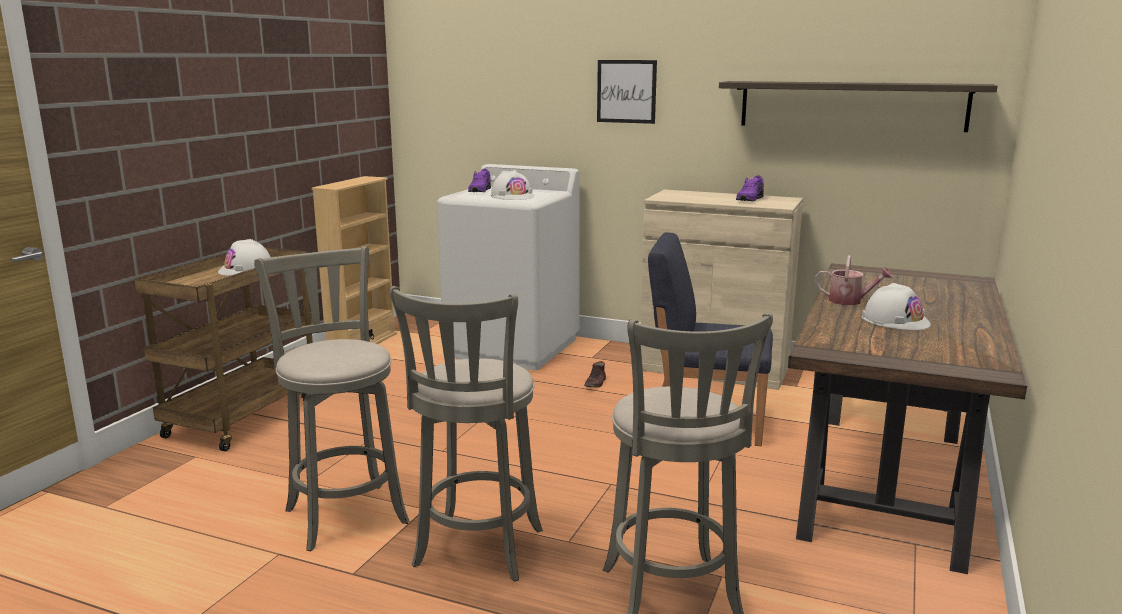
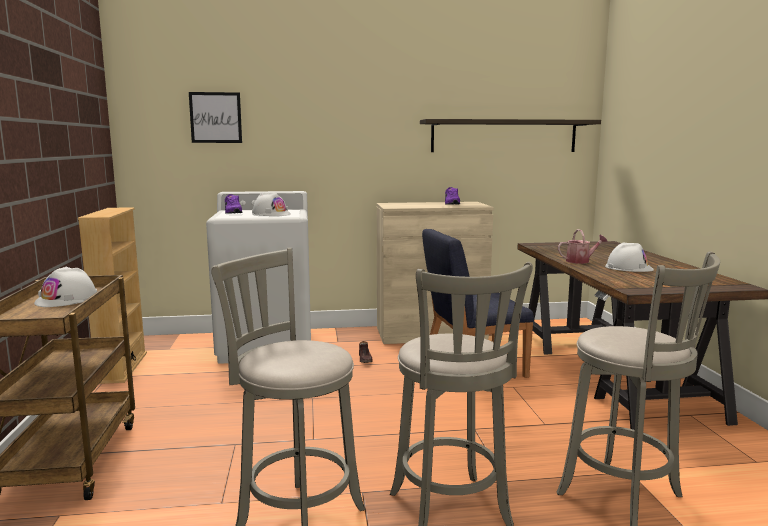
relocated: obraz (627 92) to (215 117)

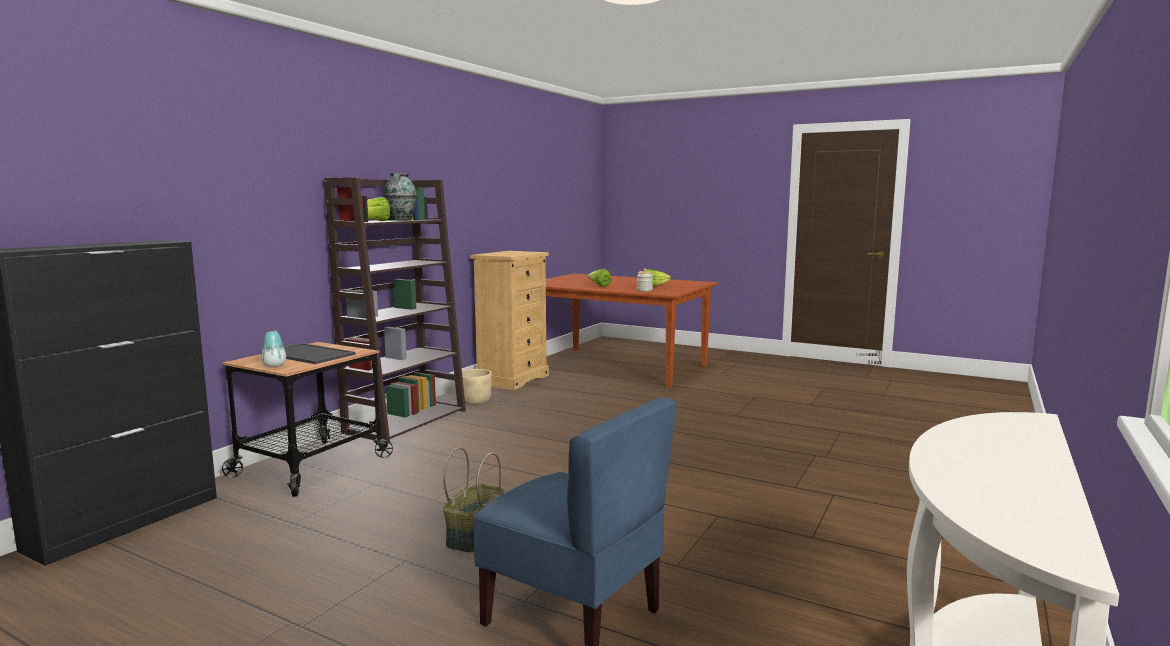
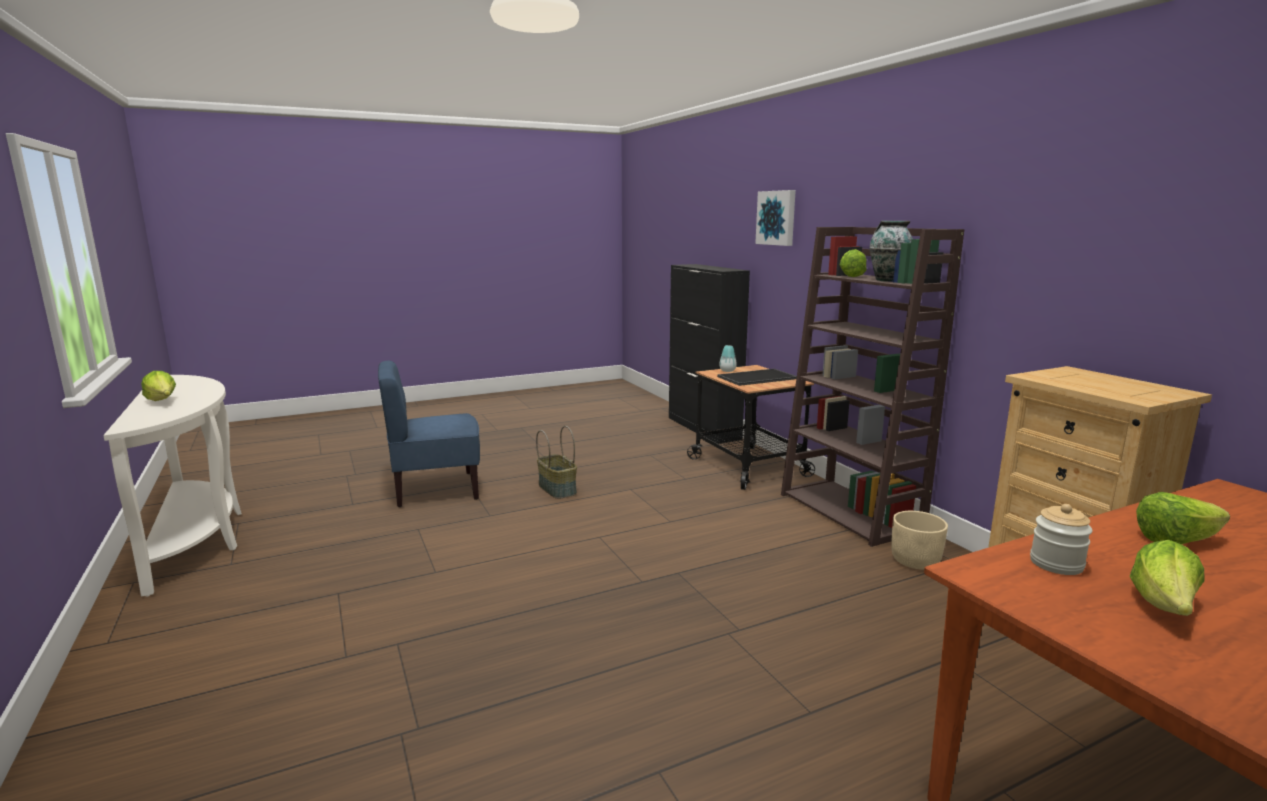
appeared: obraz (775 218); sałata (158 386)

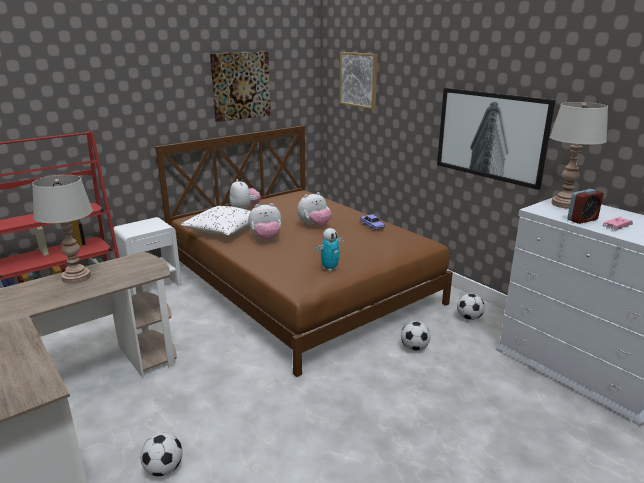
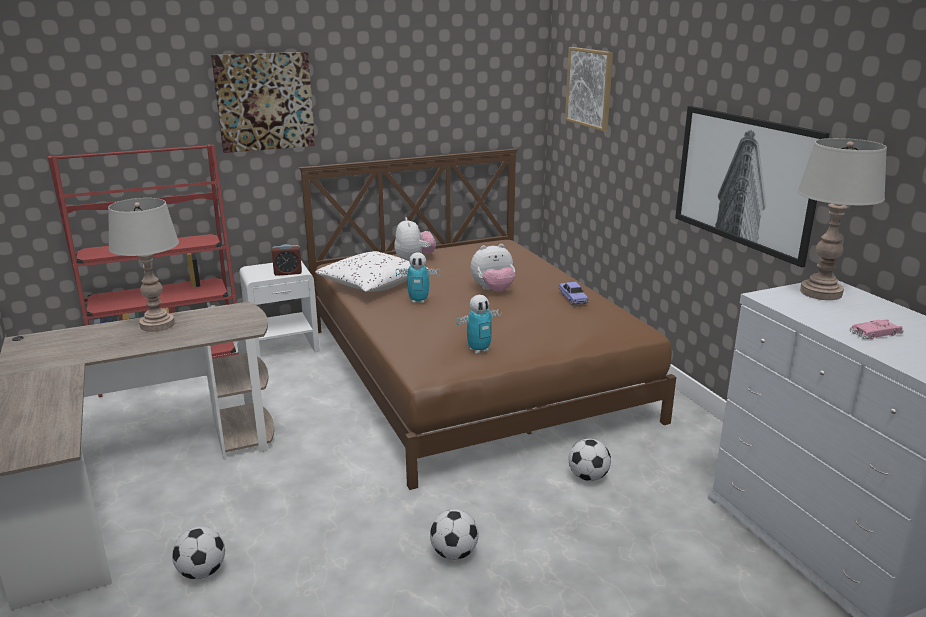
relocated: obraz (240 87) to (263 102); budzik (585 206) to (287 260); piłka futbolowa (471 306) to (454 534)
exchanged: pluszak (265 221) to robot zabawkowy (418 277)

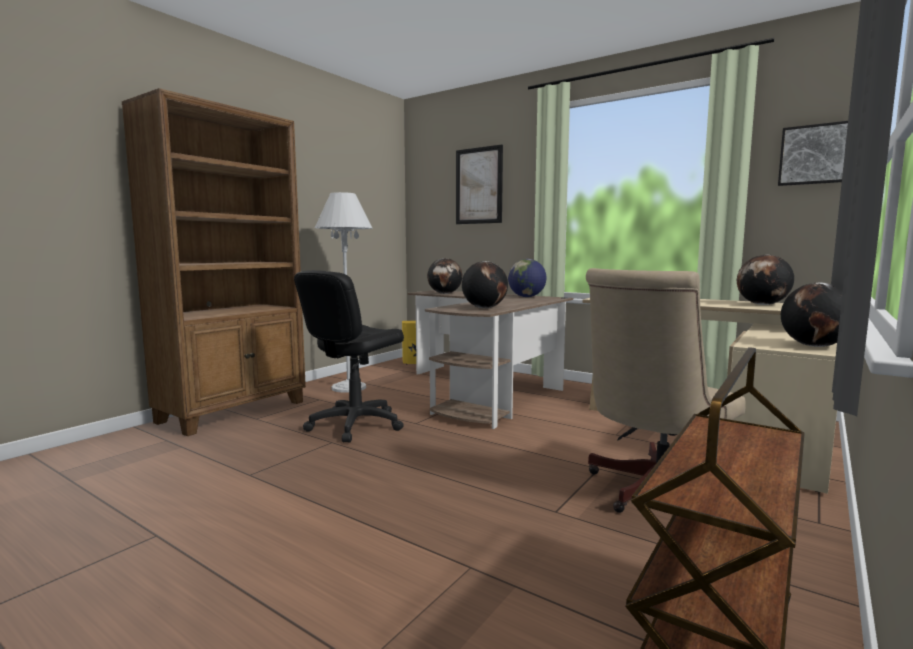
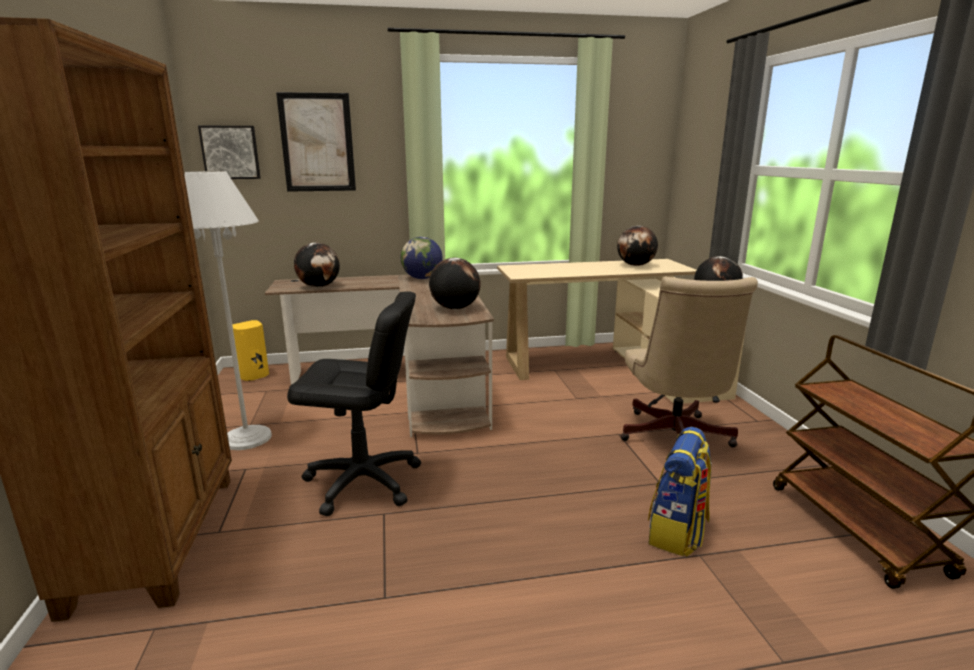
appeared: plecak (680 492)
relocated: obraz (813 153) to (229 152)
spun: krzesło biurowe/czarny (349 356) = (354 403) 75 degrees counterclockwise

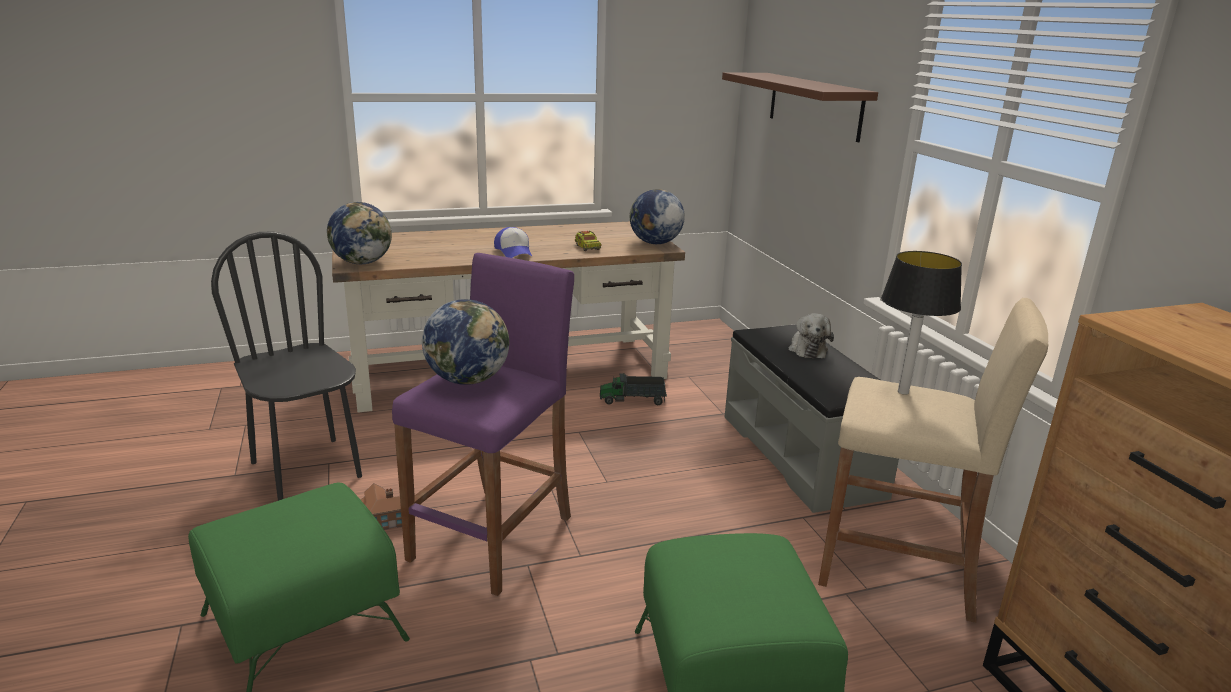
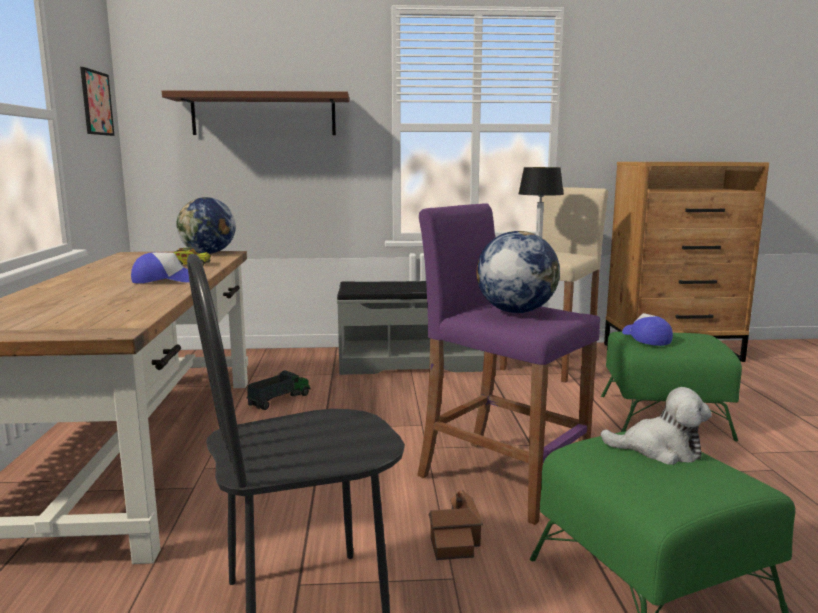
missing: globus (359 233)
appeared: obraz (97 101); czapka z daszkiem (647 329)
relocated: pluszak (811 335) to (656 426)
spun: ciężarówka zabawkowa (633 389) = (278 390) 150 degrees counterclockwise

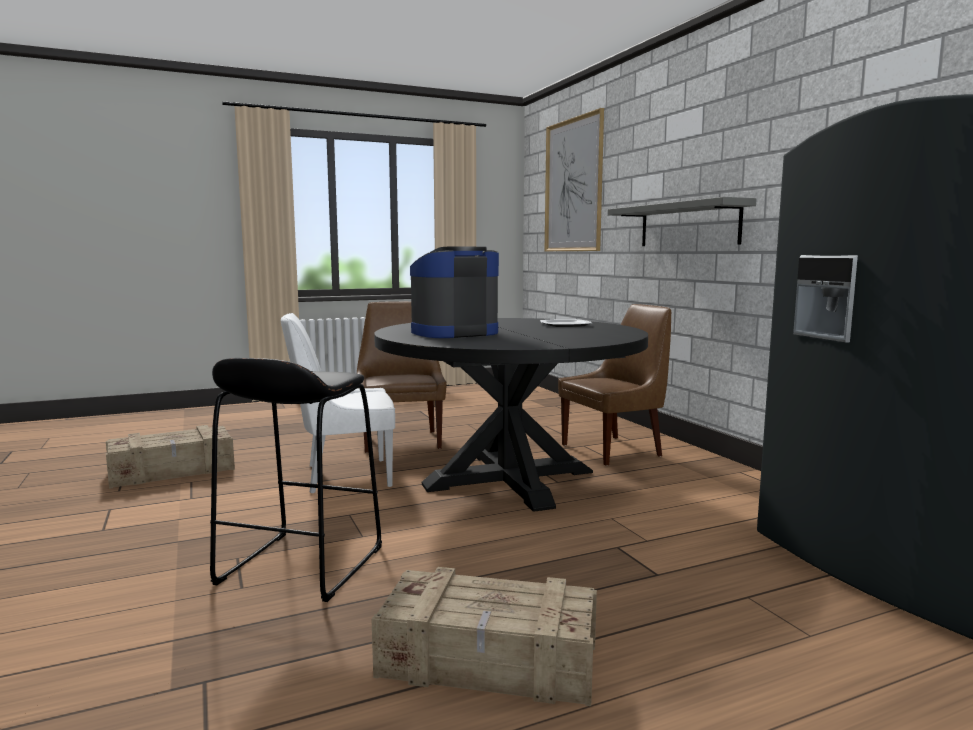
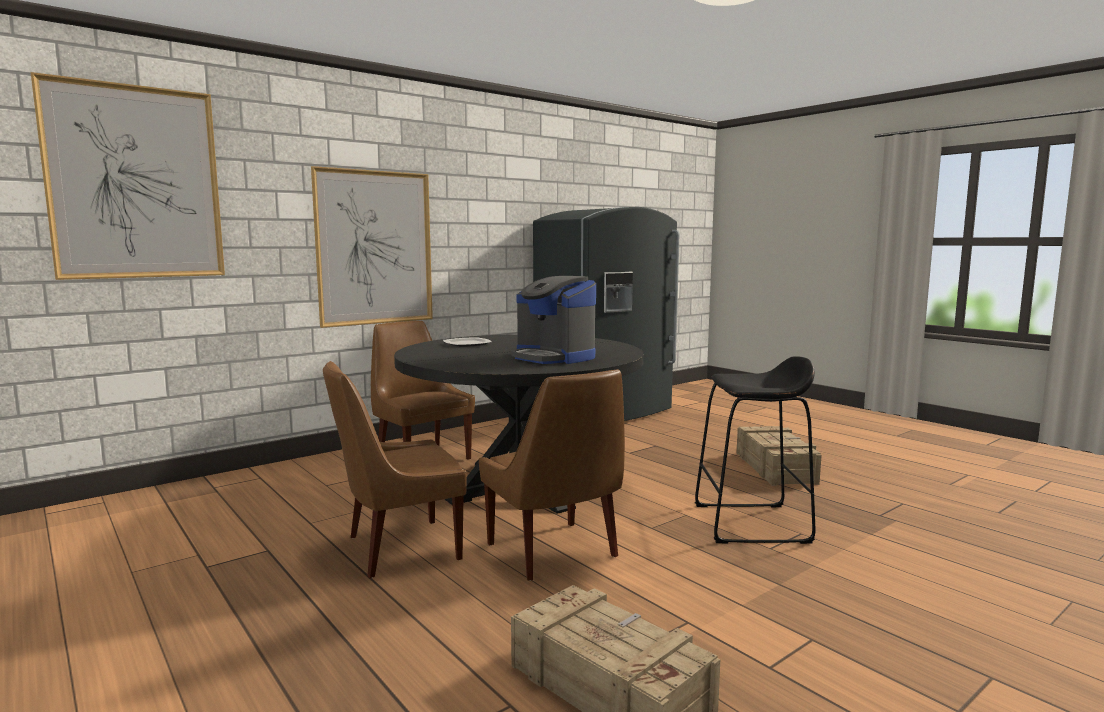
exchanged: półka/szary (682 221) to obraz (372 247)
colour: krzesło/biały (338 403) to krzesło/brązowy (552 475)

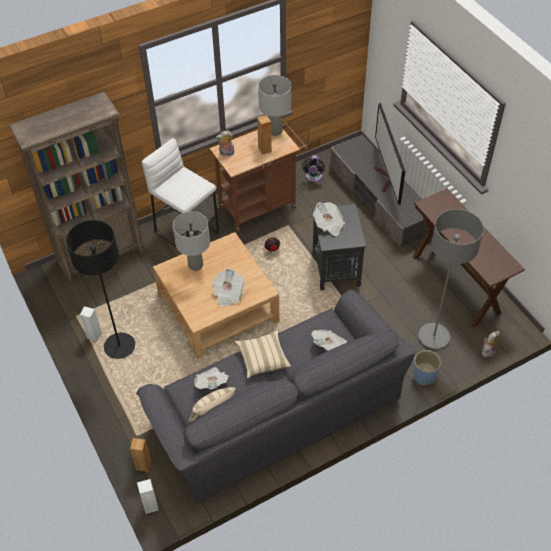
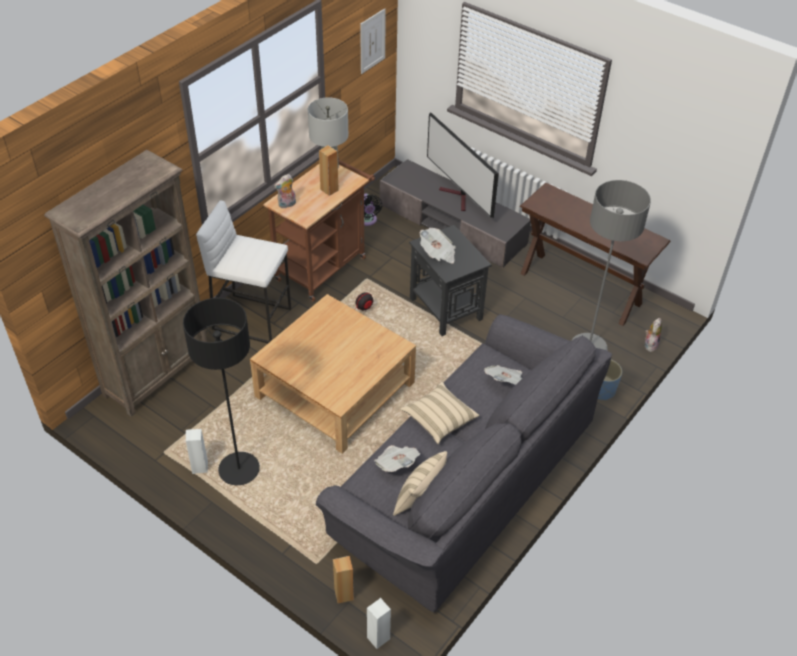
missing: lampa stołowa/szary (191 241); gazeta (228 287)
appeared: obraz (373 41)

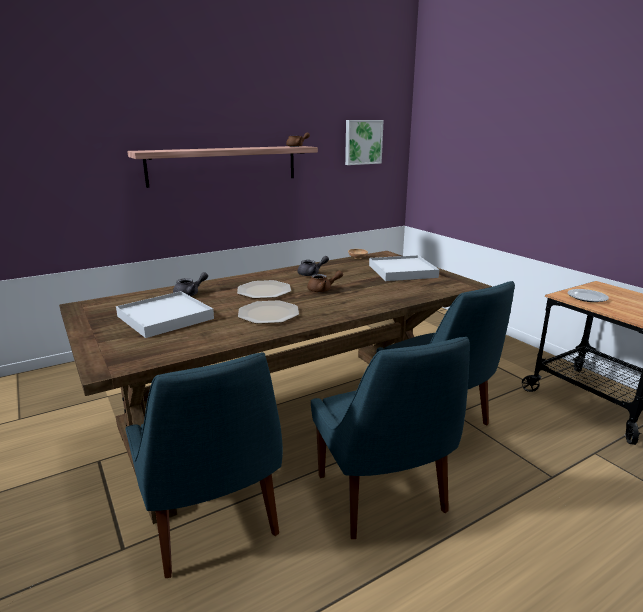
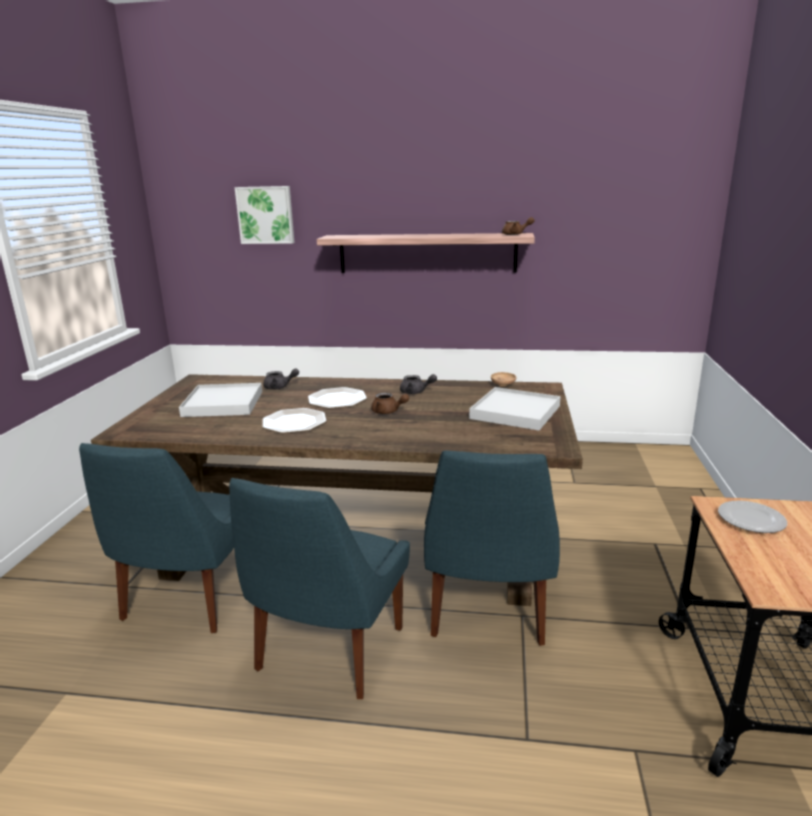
relocated: obraz (364 142) to (265 215)

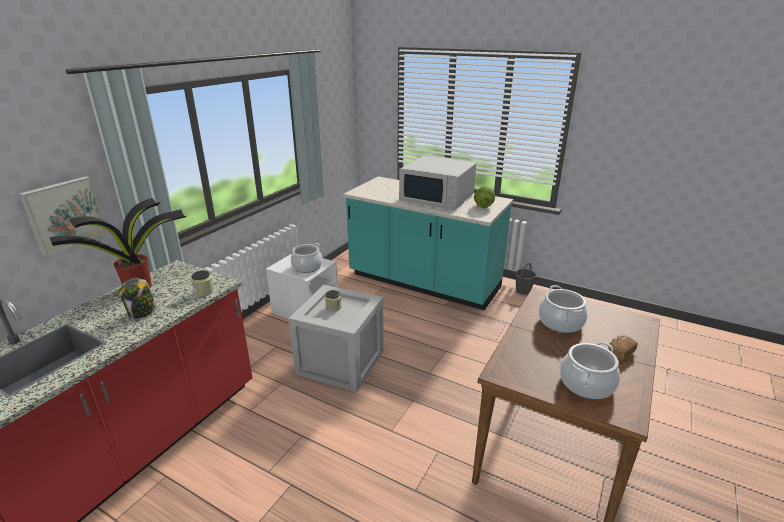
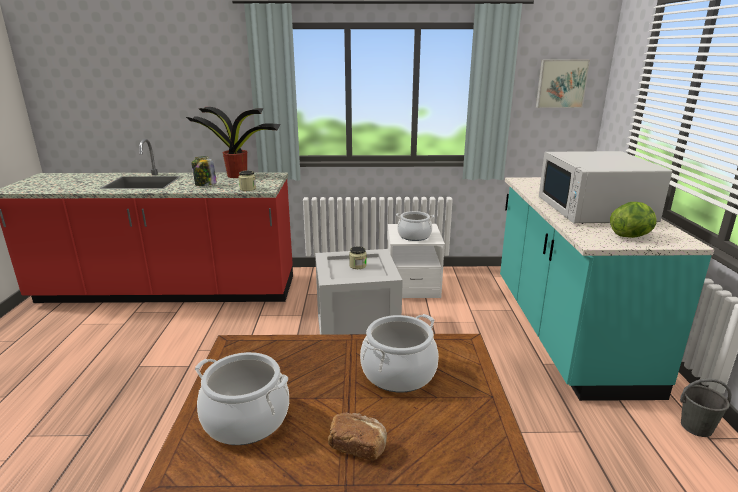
relocated: obraz (63 216) to (563 84)

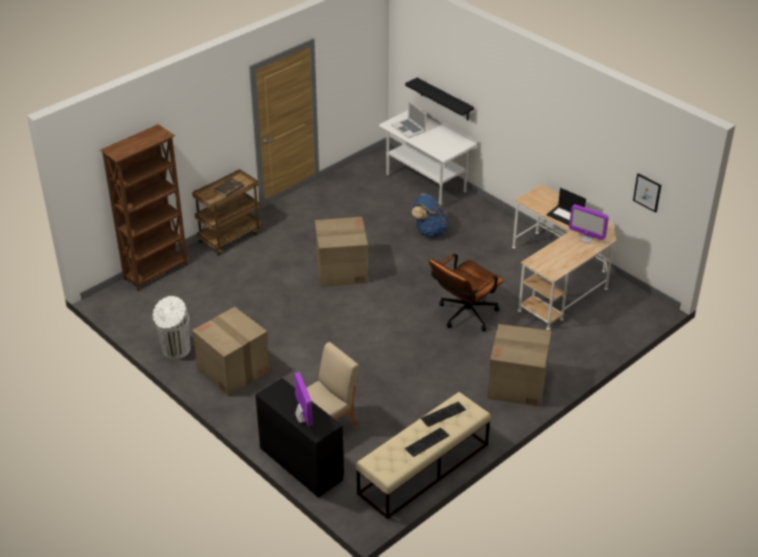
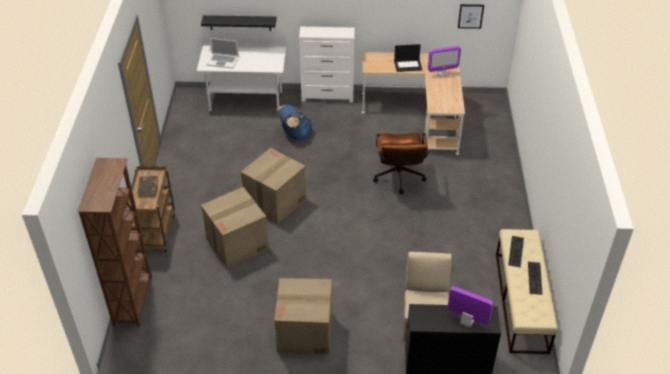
missing: kosz na śmieci/biały (171 327)
appeared: komoda/biały (327 64)
relocated: karton (519 365) to (235 227)

